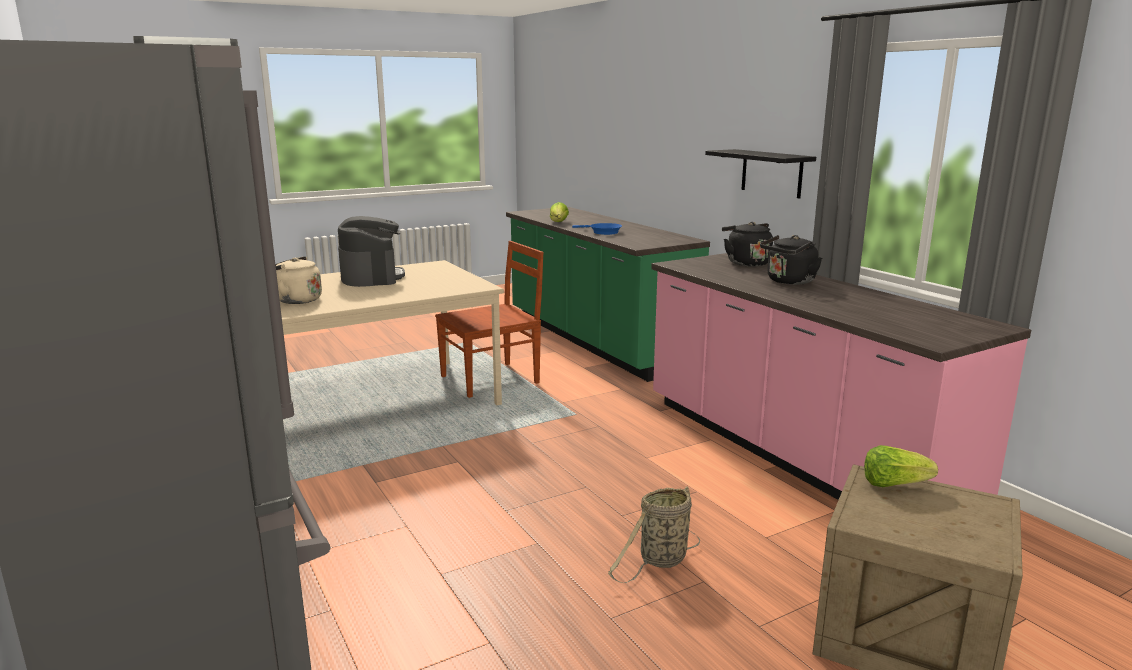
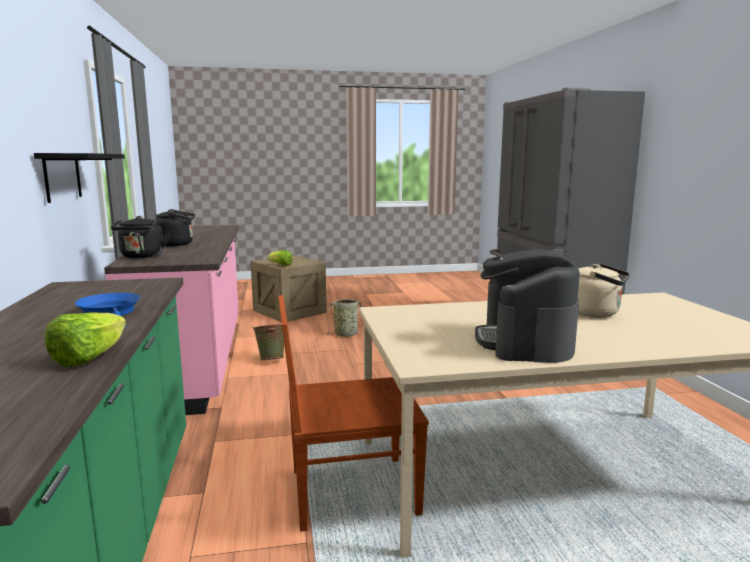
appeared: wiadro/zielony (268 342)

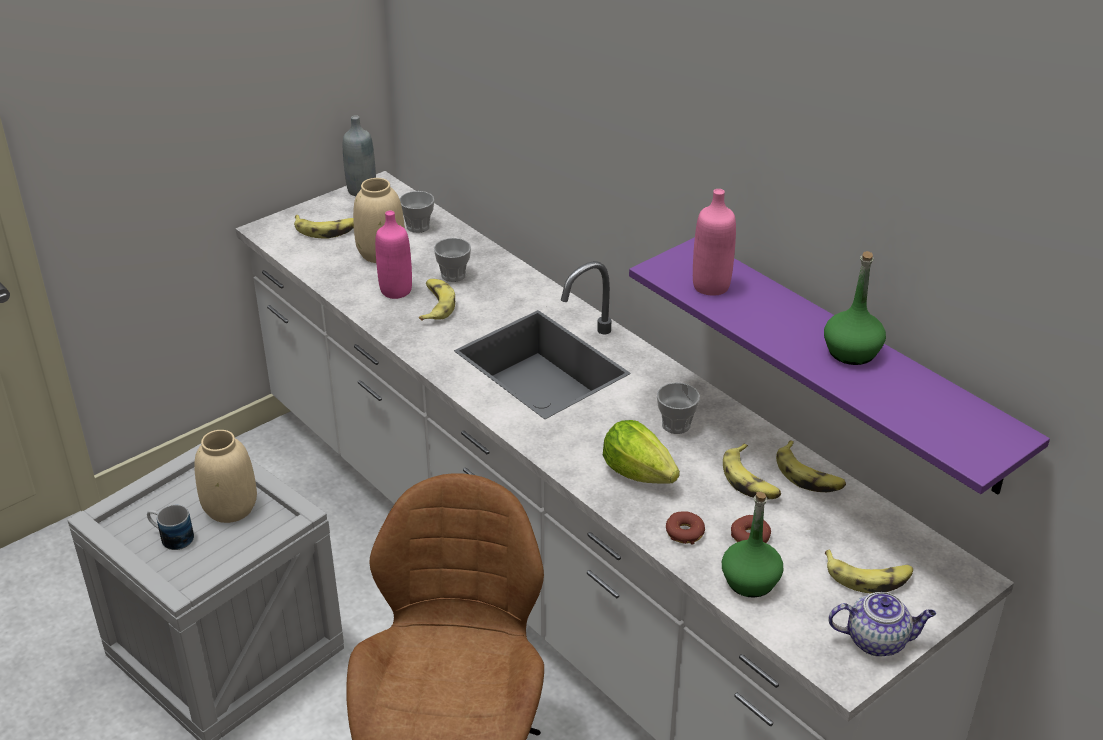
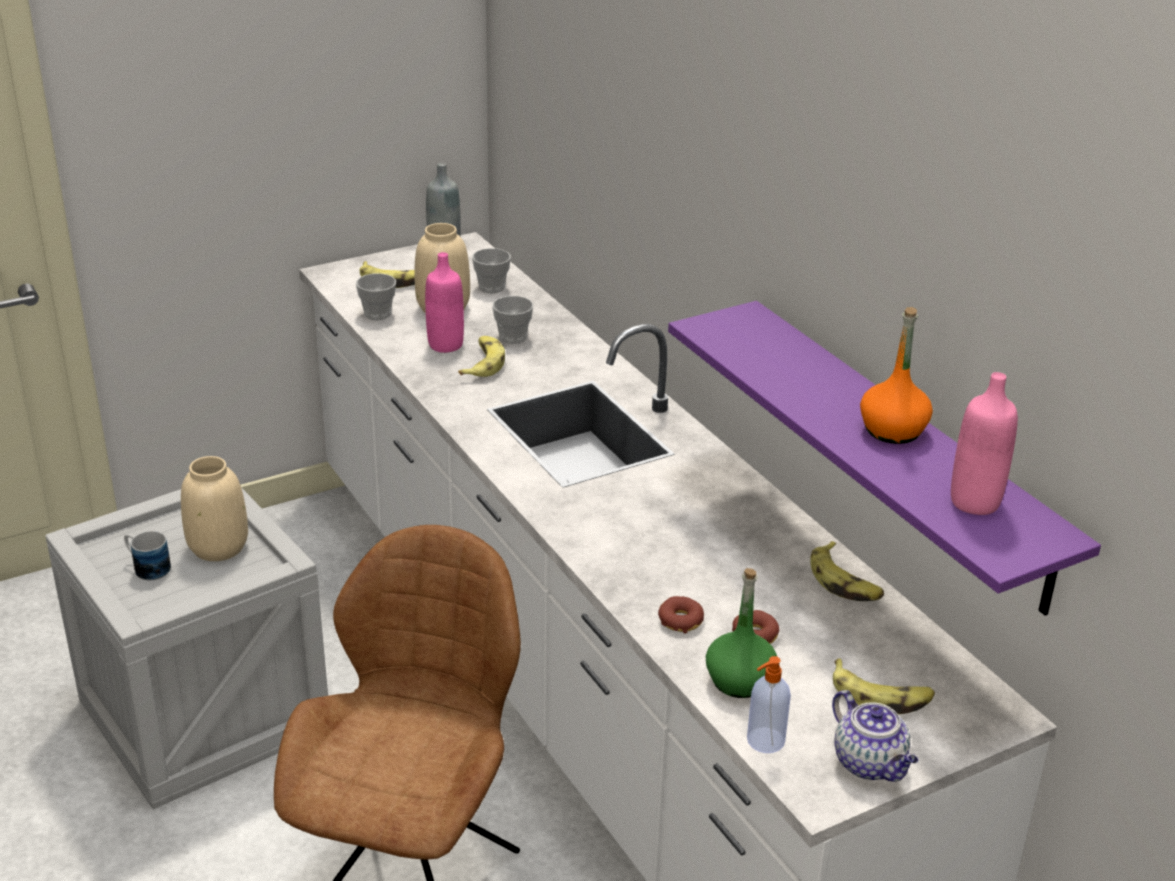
missing: sałata (641 452); banan (752 471)
appeared: dozownik mydła (769 704)
relocated: butelka/różowy (714 242) to (984 443); filiżanka (678 408) to (376 296)
colour: butelka/zielony (855 308) to butelka/pomarańczowy (896 375)
spun: imbryk (882 624) = (875 736) 45 degrees clockwise

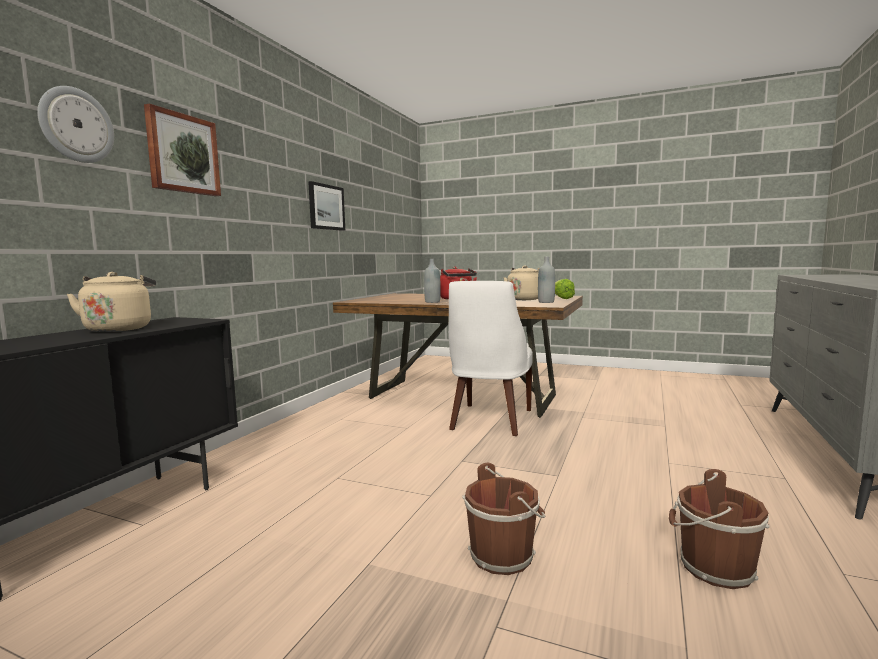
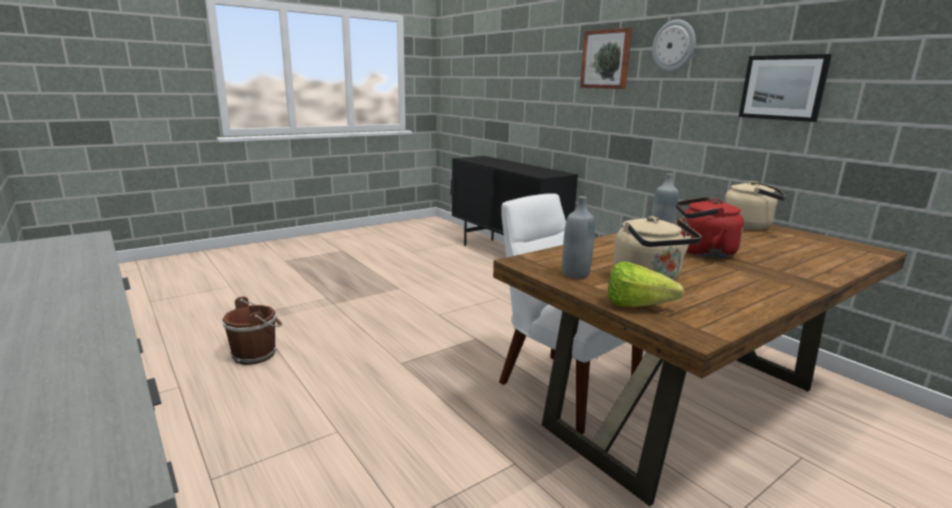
missing: wiadro/brązowy (504 519)
relocated: zegar ścienny (75 124) to (674 45); czajnik/beżowy (111 302) to (755 205)

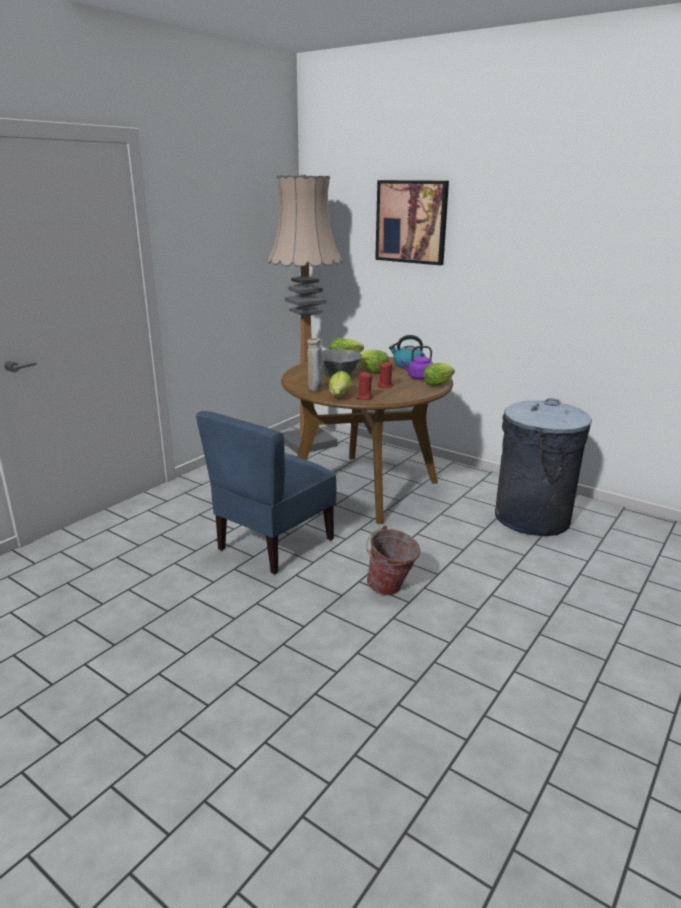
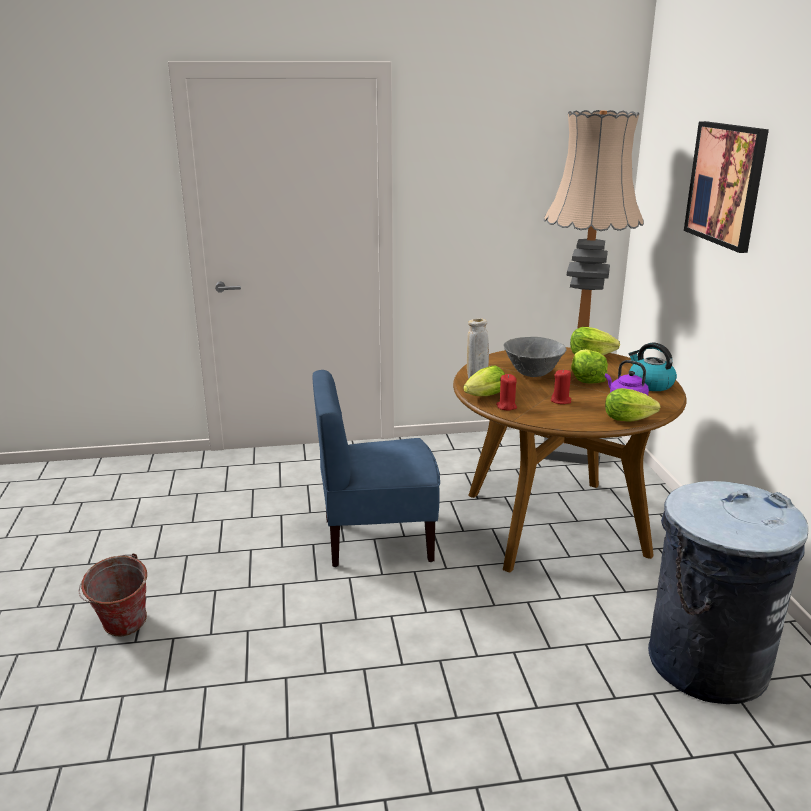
relocated: wiadro (393 560) to (112 594)

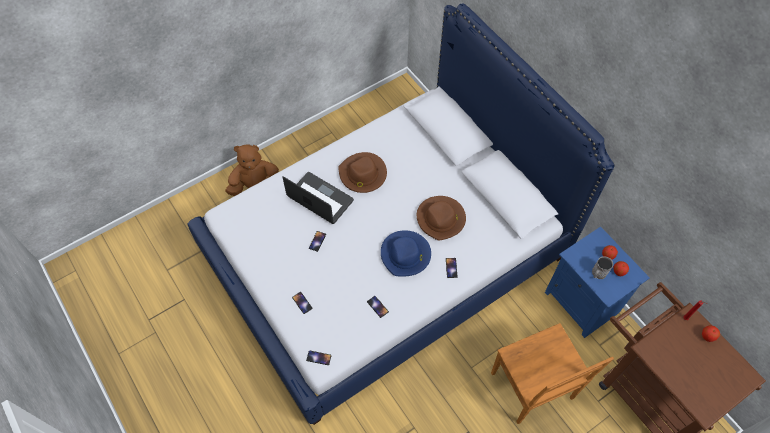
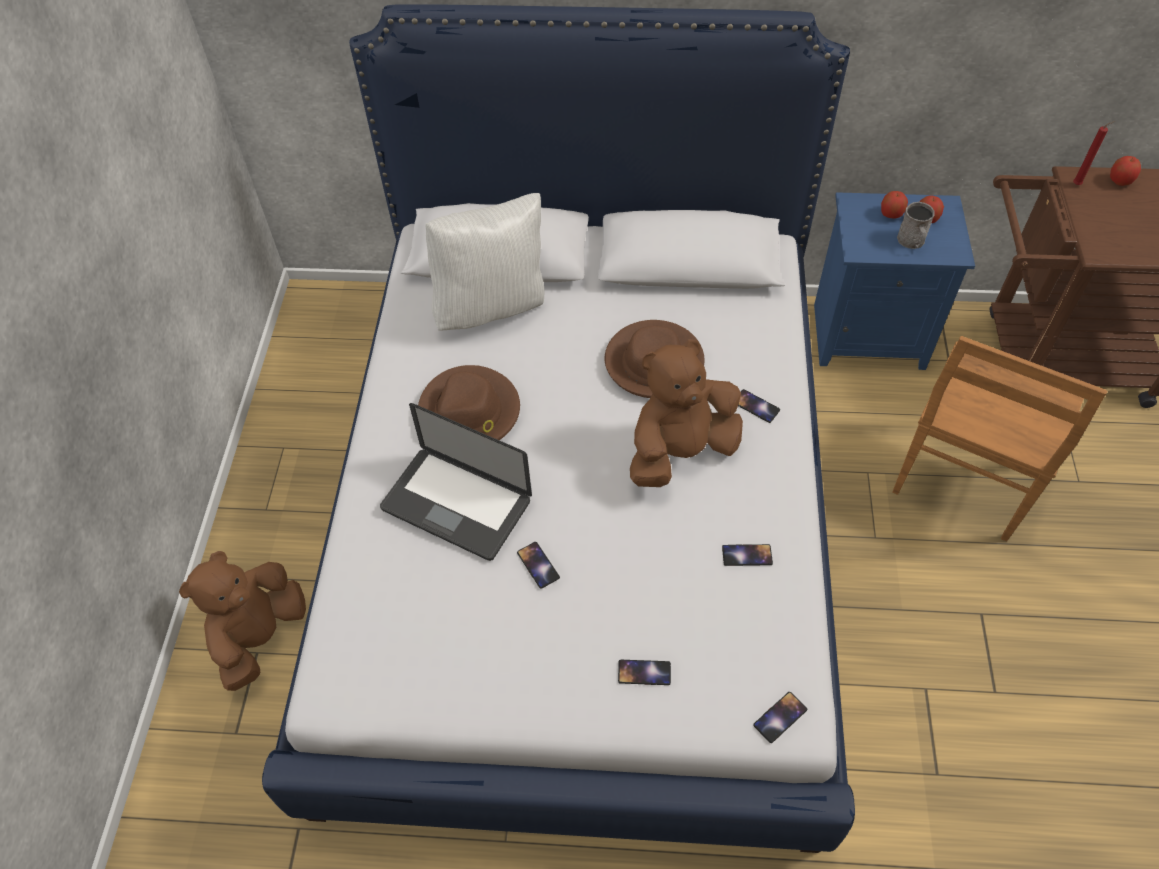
appeared: poduszka/biały (485 262)
exchanged: kapelusz/niebieski (406 253) to pluszak/brązowy (686 413)
spun: laptop (318 198) = (456 482) 135 degrees counterclockwise; krzesło/brązowy (552 373) = (999 439) 105 degrees clockwise

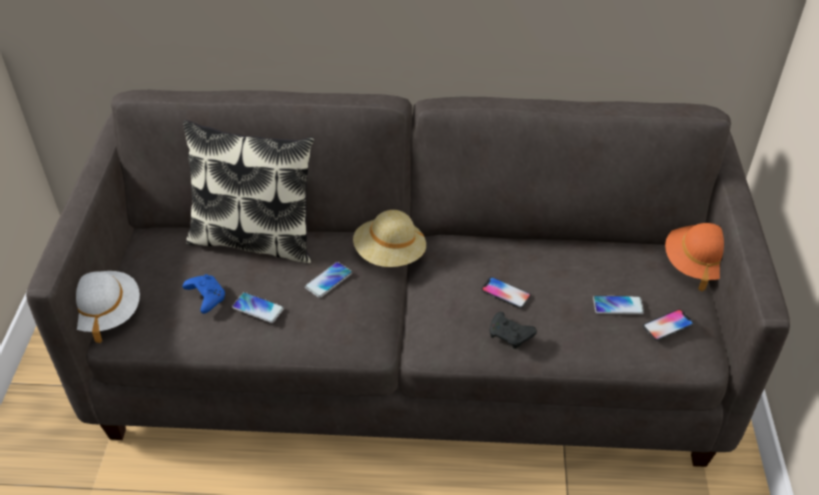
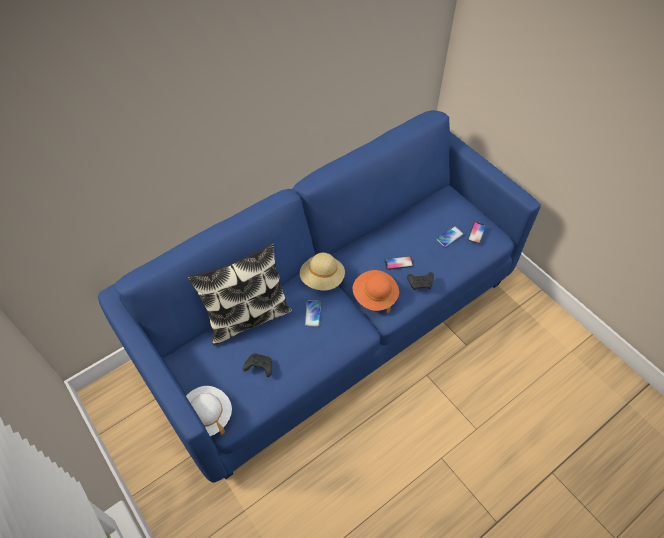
missing: telefon (258 307)
relocated: kapelusz/pomarańczowy (694 257) to (376 291)
colour: kanapa/szary (408 278) to kanapa/niebieski (319 296); pad do gier/niebieski (204 294) to pad do gier/czarny (257 365)

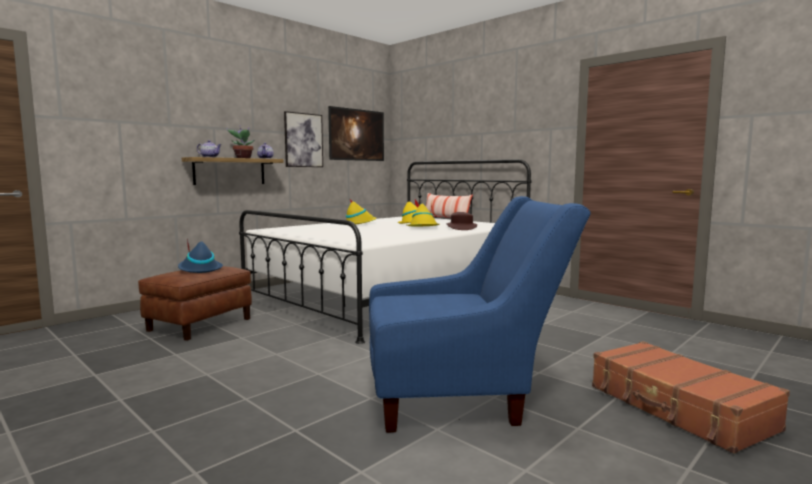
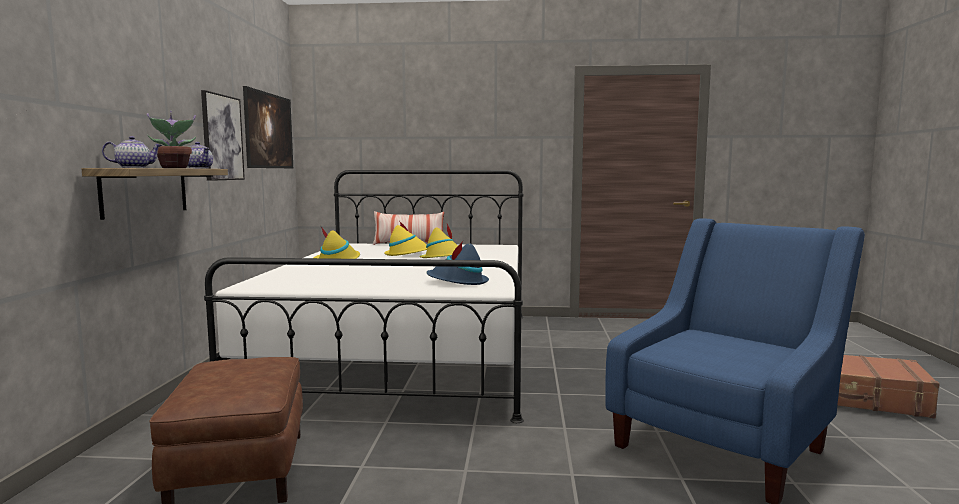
missing: kapelusz/brązowy (461 221)
relocated: kapelusz/niebieski (200 256) to (457 263)

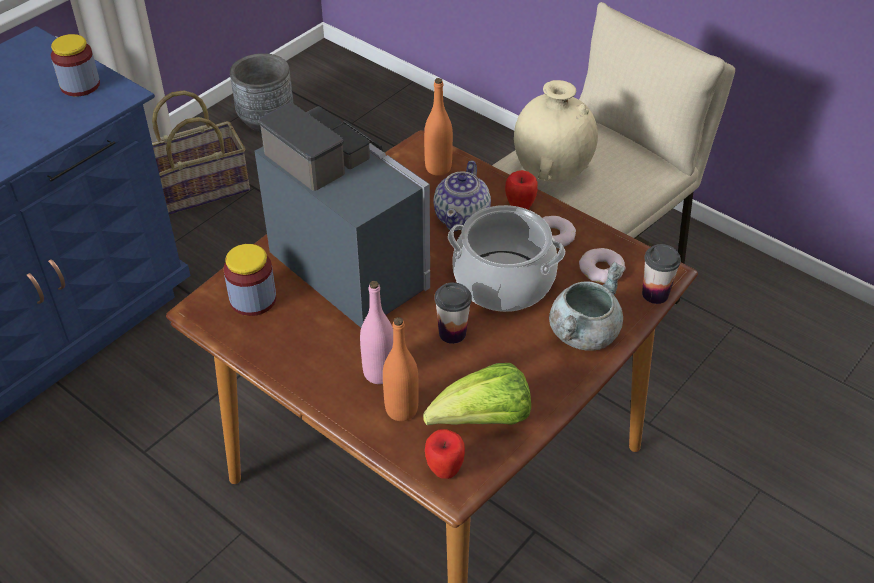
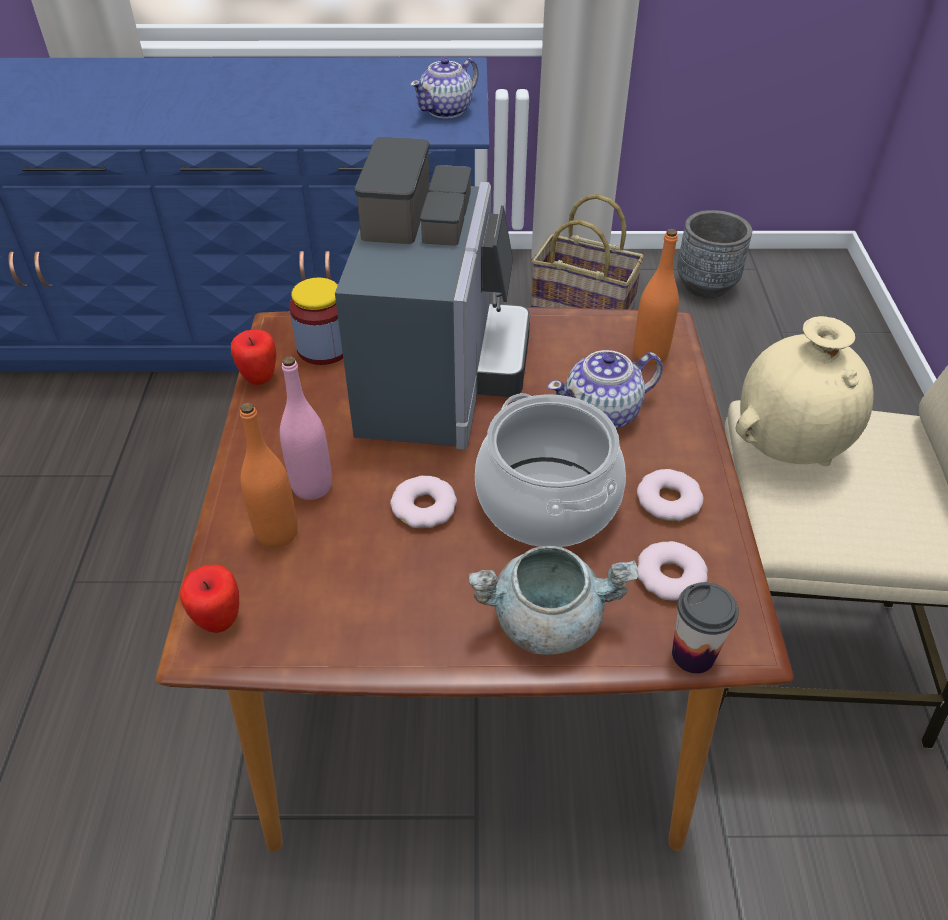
missing: sałata (477 394)
relocated: jabłko (521 189) to (253 357)
exchanged: słoik (75 65) to imbryk (444 88); filiżanka (453 313) to donut (423 502)

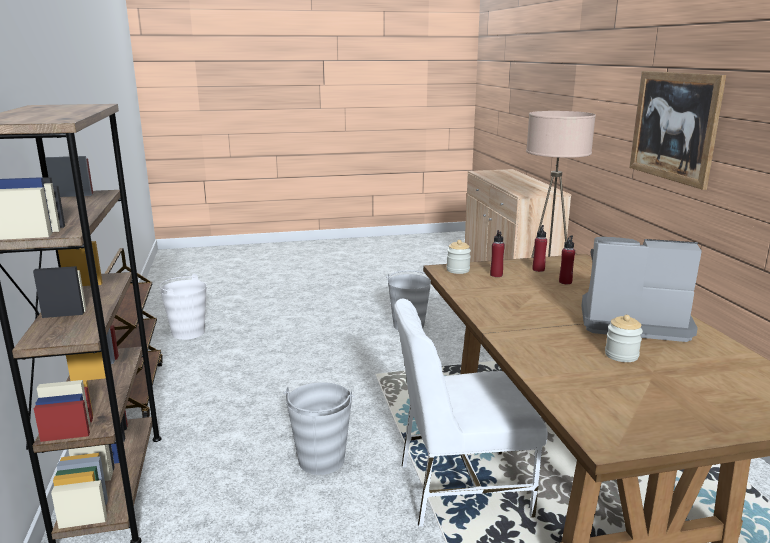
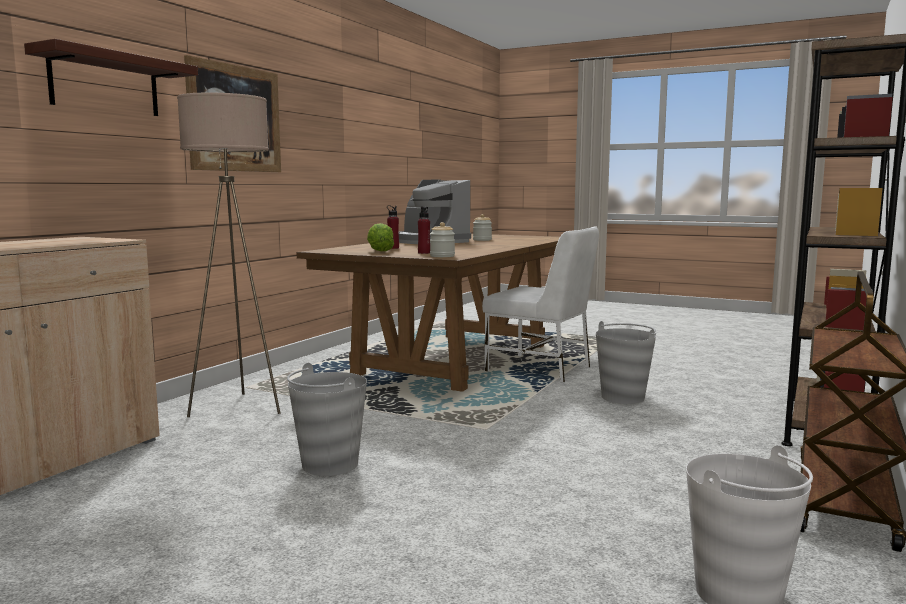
appeared: półka (111 77)
exchanged: butelka/czerwony (539 248) to sałata (380 237)

